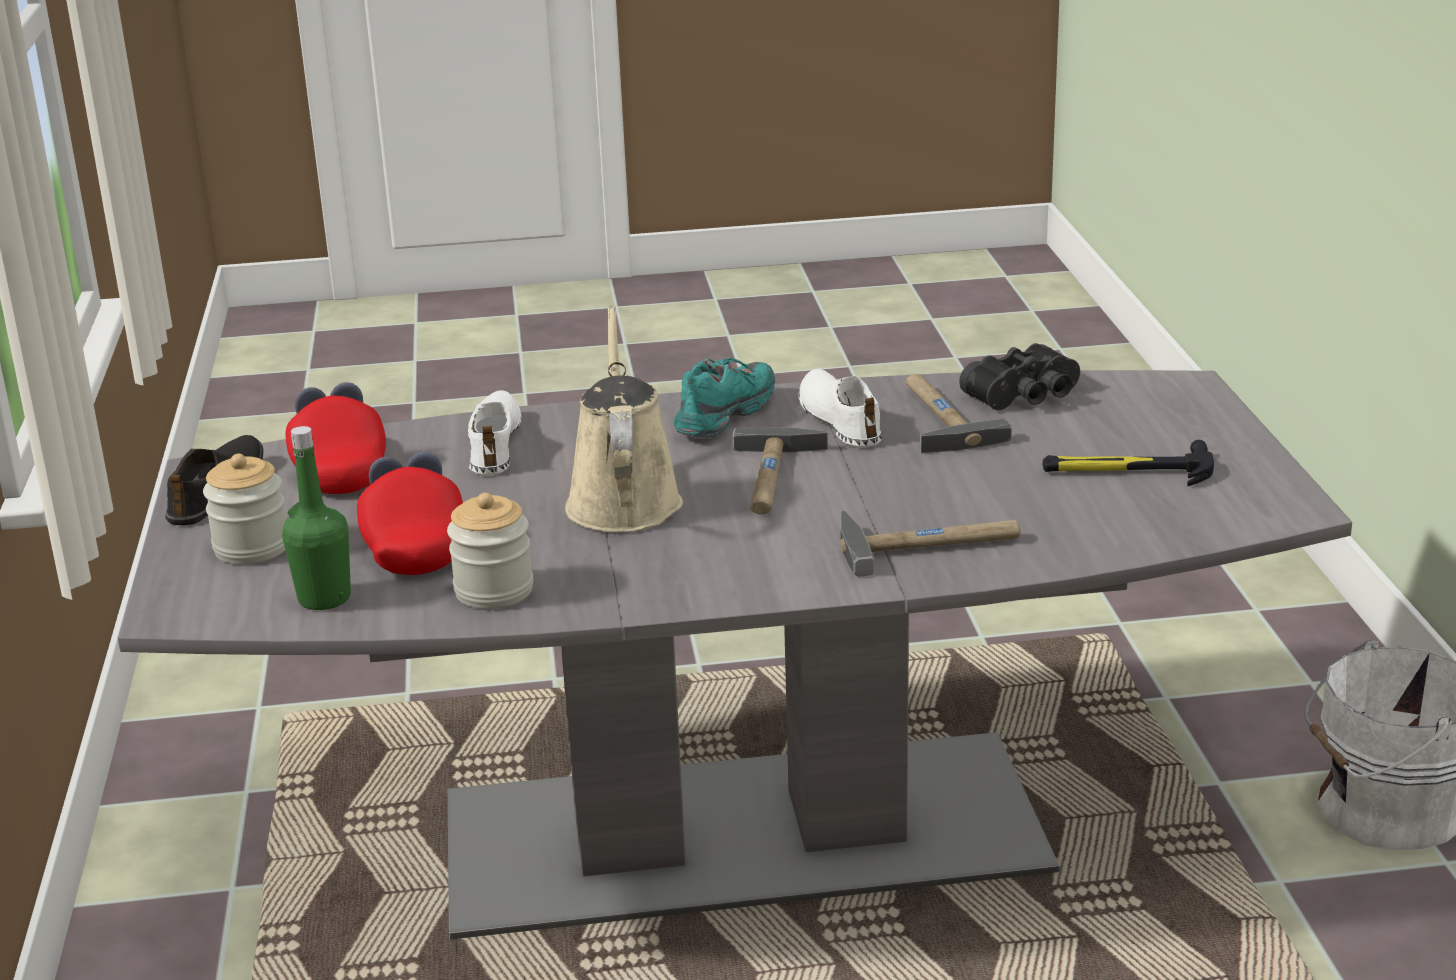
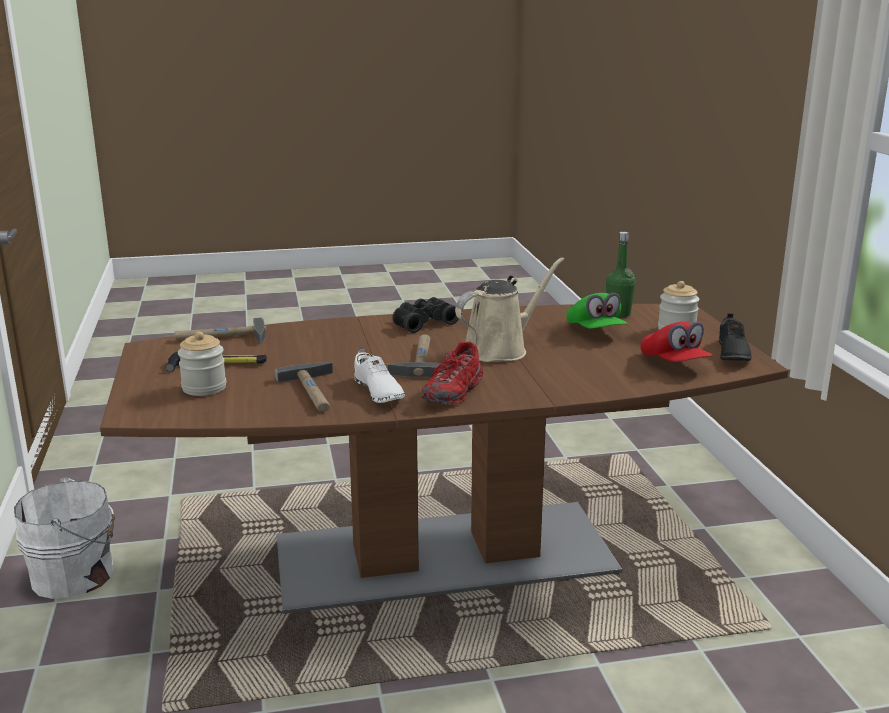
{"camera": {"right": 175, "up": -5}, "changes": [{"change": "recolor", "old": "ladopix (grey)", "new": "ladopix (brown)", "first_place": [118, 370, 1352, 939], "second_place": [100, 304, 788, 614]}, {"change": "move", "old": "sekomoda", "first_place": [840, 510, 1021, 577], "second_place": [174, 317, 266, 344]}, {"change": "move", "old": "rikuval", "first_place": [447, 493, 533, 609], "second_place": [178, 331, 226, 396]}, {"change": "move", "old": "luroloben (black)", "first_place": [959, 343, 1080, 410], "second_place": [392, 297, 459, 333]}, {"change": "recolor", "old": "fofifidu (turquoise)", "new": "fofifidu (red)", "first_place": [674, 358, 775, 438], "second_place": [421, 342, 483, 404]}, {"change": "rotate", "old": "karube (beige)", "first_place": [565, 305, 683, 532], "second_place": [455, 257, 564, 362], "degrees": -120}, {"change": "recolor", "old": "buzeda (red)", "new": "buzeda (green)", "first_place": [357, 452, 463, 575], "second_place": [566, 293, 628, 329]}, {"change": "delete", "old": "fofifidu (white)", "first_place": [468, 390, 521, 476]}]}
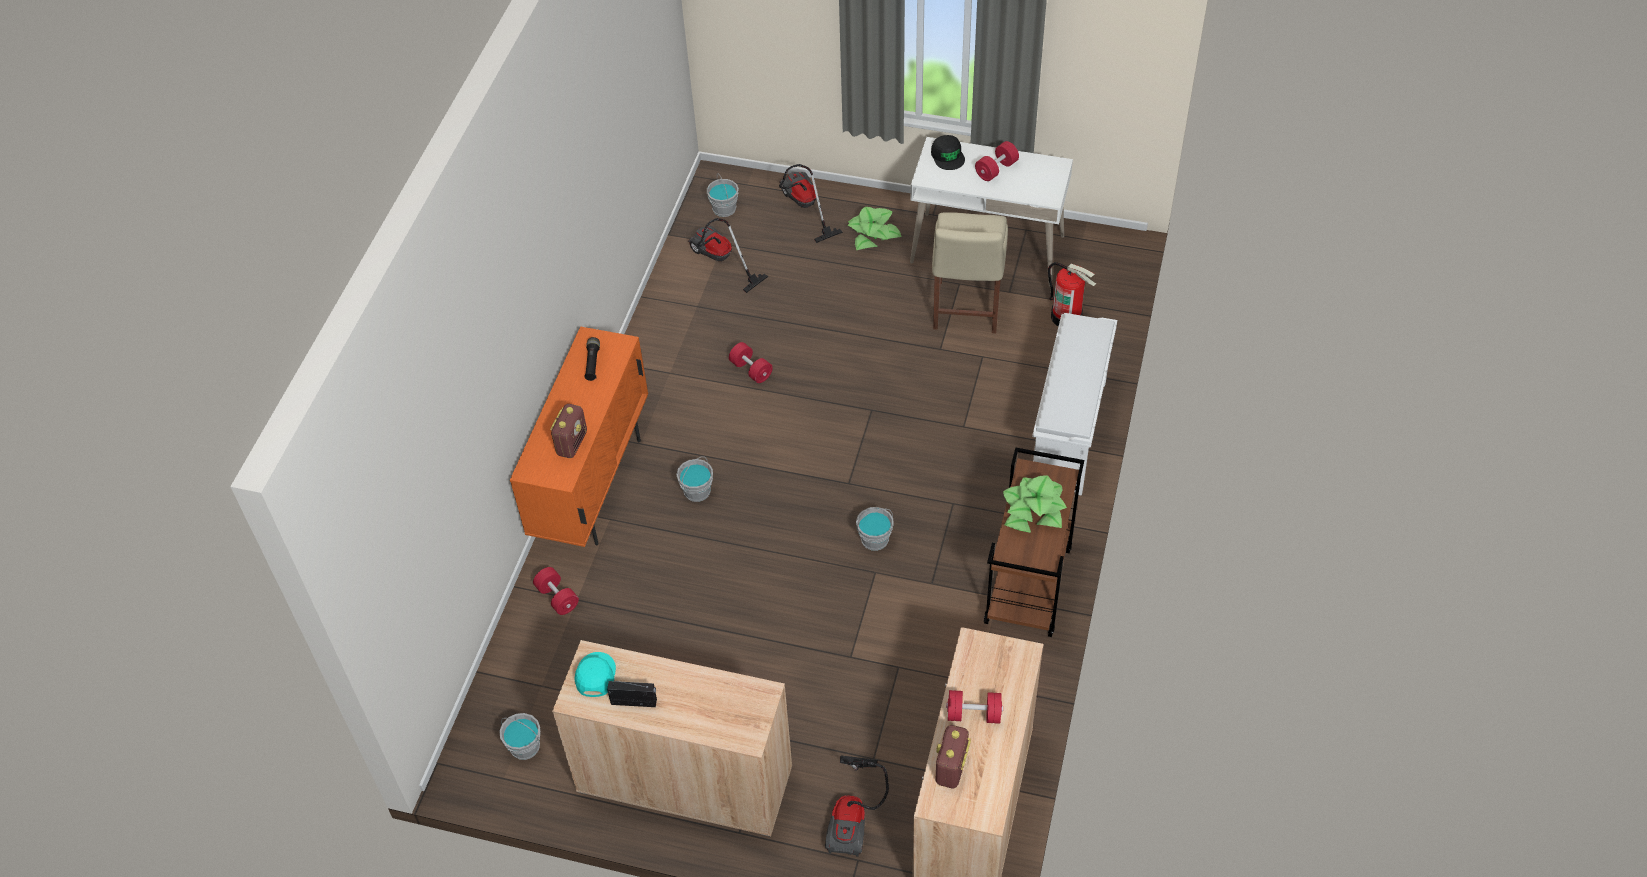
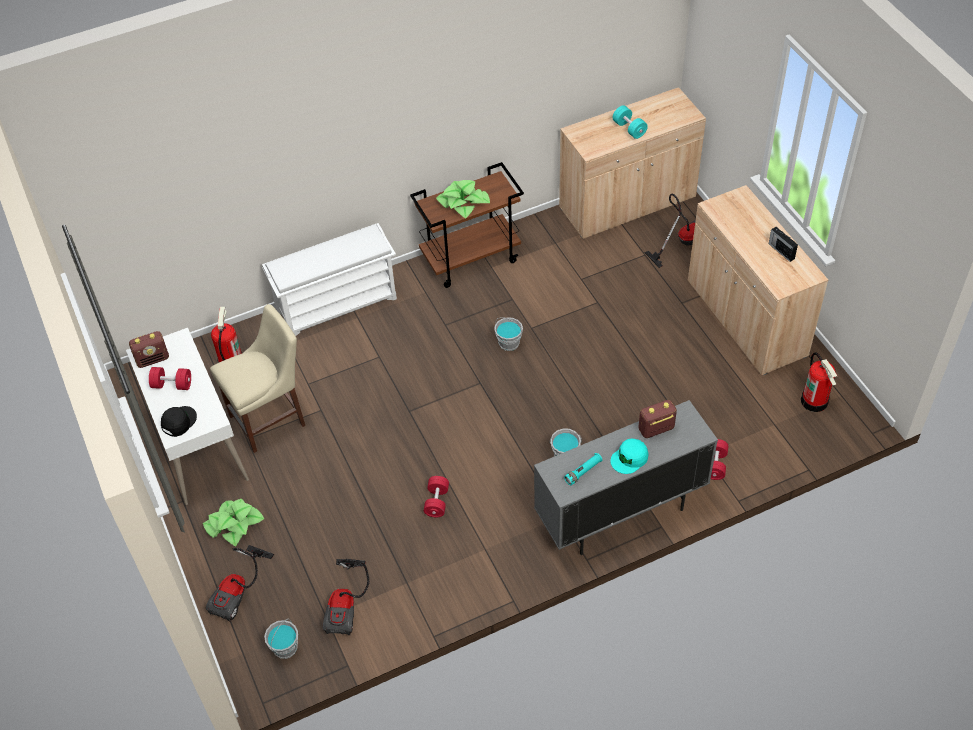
{"camera": {"right": -130, "up": 0}, "changes": [{"change": "move", "old": "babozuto", "first_place": [936, 725, 971, 788], "second_place": [129, 331, 169, 368]}, {"change": "recolor", "old": "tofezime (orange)", "new": "tofezime (grey)", "first_place": [510, 326, 648, 547], "second_place": [534, 400, 718, 555]}, {"change": "recolor", "old": "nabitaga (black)", "new": "nabitaga (turquoise)", "first_place": [585, 337, 600, 381], "second_place": [564, 453, 602, 485]}, {"change": "move", "old": "buzeda (turquoise)", "first_place": [574, 652, 616, 697], "second_place": [611, 439, 648, 474]}, {"change": "recolor", "old": "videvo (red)", "new": "videvo (turquoise)", "first_place": [946, 690, 1003, 724], "second_place": [613, 105, 648, 139]}, {"change": "replace", "old": "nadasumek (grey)", "new": "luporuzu", "first_place": [499, 713, 540, 760], "second_place": [801, 352, 837, 412]}]}
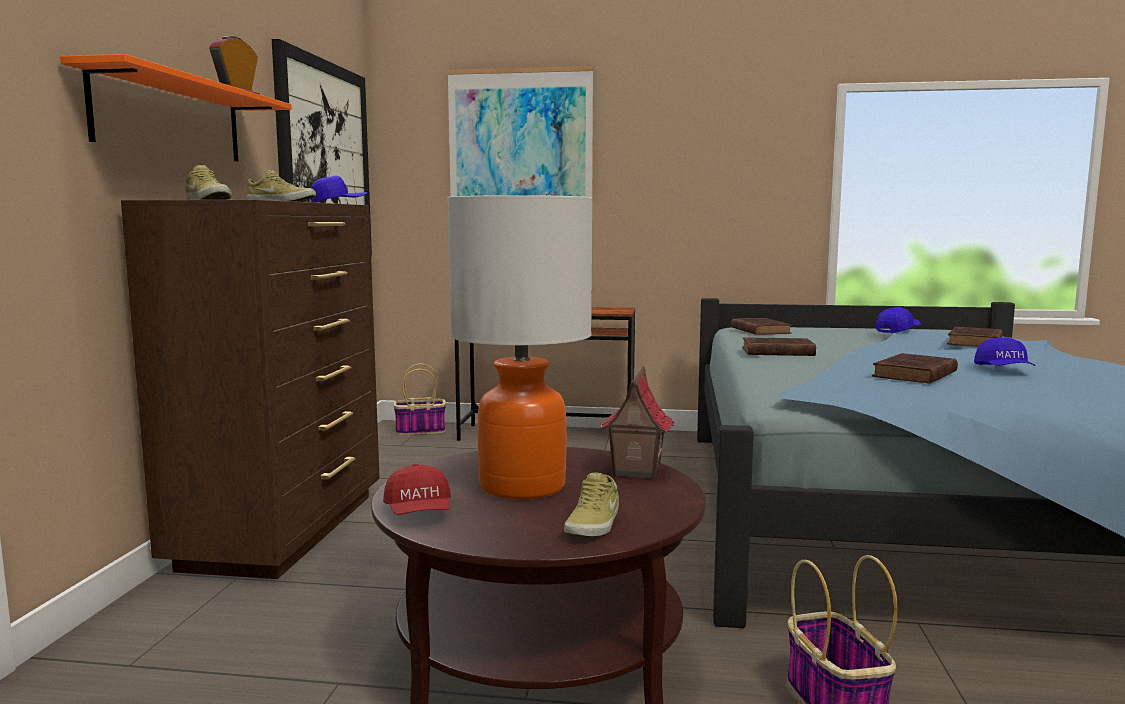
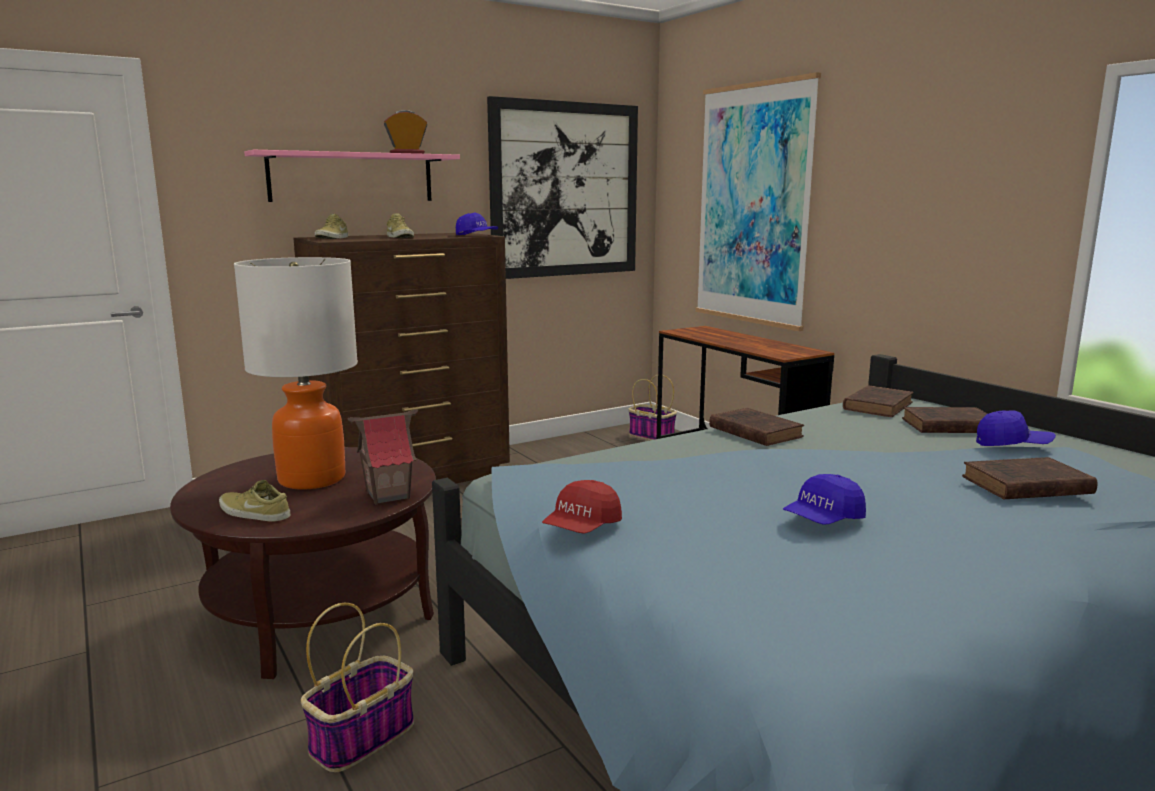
{"camera": {"right": 50, "up": 5}, "changes": [{"change": "rotate", "old": "fofifidu (beige)", "first_place": [564, 472, 619, 536], "second_place": [219, 480, 291, 521], "degrees": 45}, {"change": "recolor", "old": "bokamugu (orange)", "new": "bokamugu (pink)", "first_place": [60, 54, 292, 161], "second_place": [244, 150, 460, 202]}, {"change": "move", "old": "buzeda (red)", "first_place": [383, 464, 451, 515], "second_place": [542, 480, 622, 534]}, {"change": "move", "old": "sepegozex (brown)", "first_place": [872, 353, 958, 384], "second_place": [902, 407, 987, 433]}]}
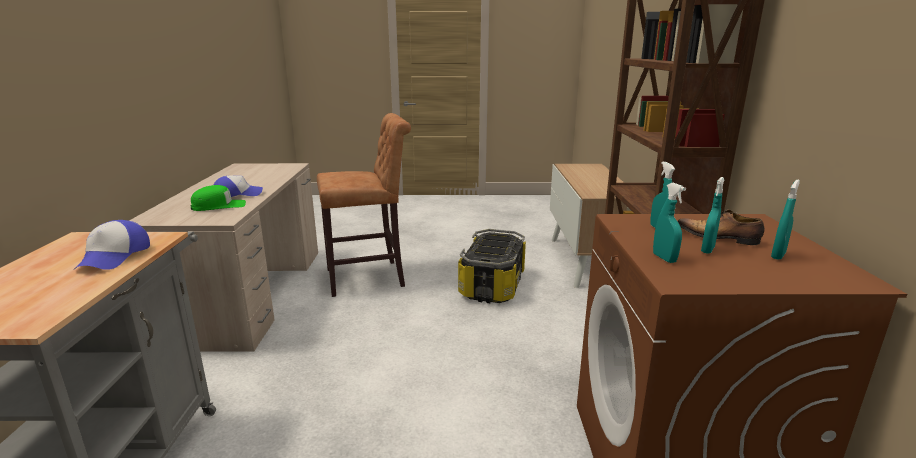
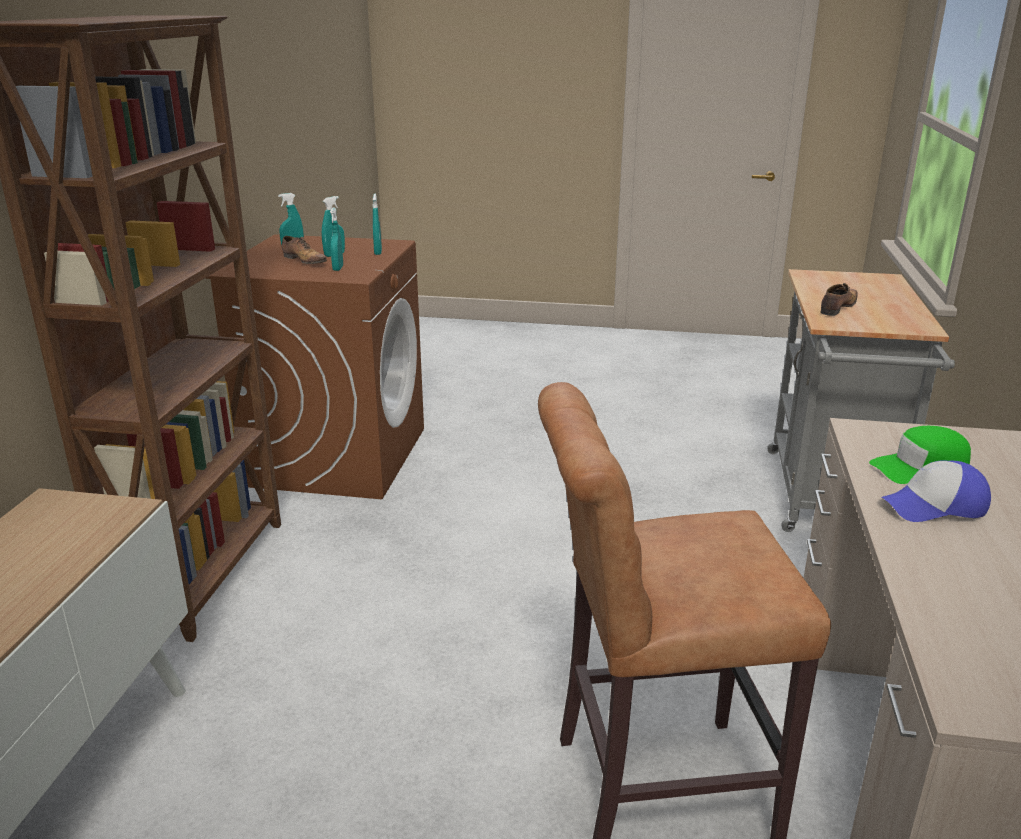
{"camera": {"right": -170, "up": 5}, "changes": [{"change": "replace", "old": "buzeda", "new": "fofifidu", "first_place": [75, 220, 150, 270], "second_place": [820, 283, 858, 316]}, {"change": "delete", "old": "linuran", "first_place": [458, 229, 526, 303]}]}
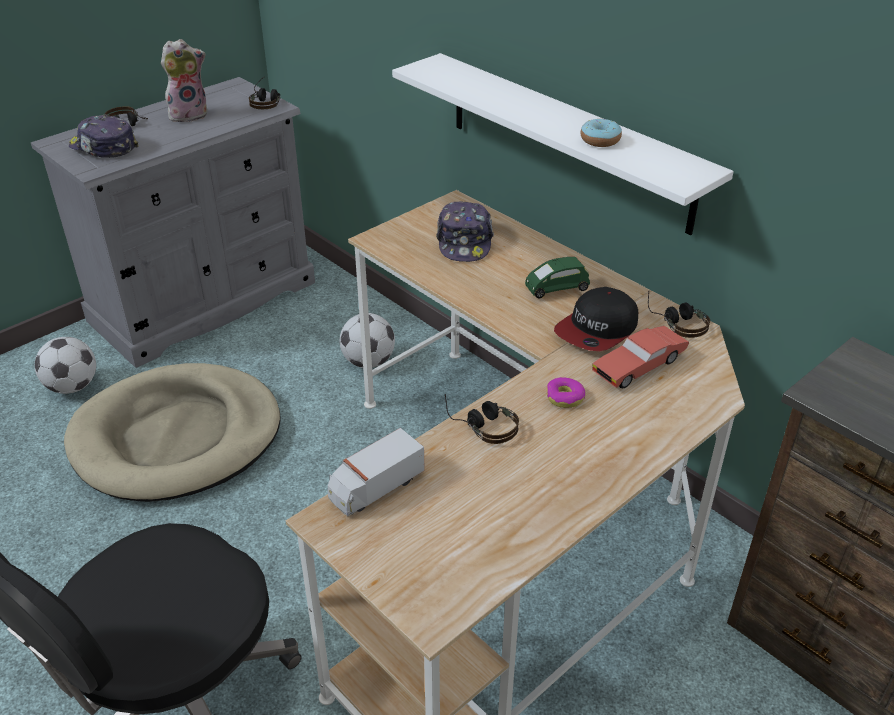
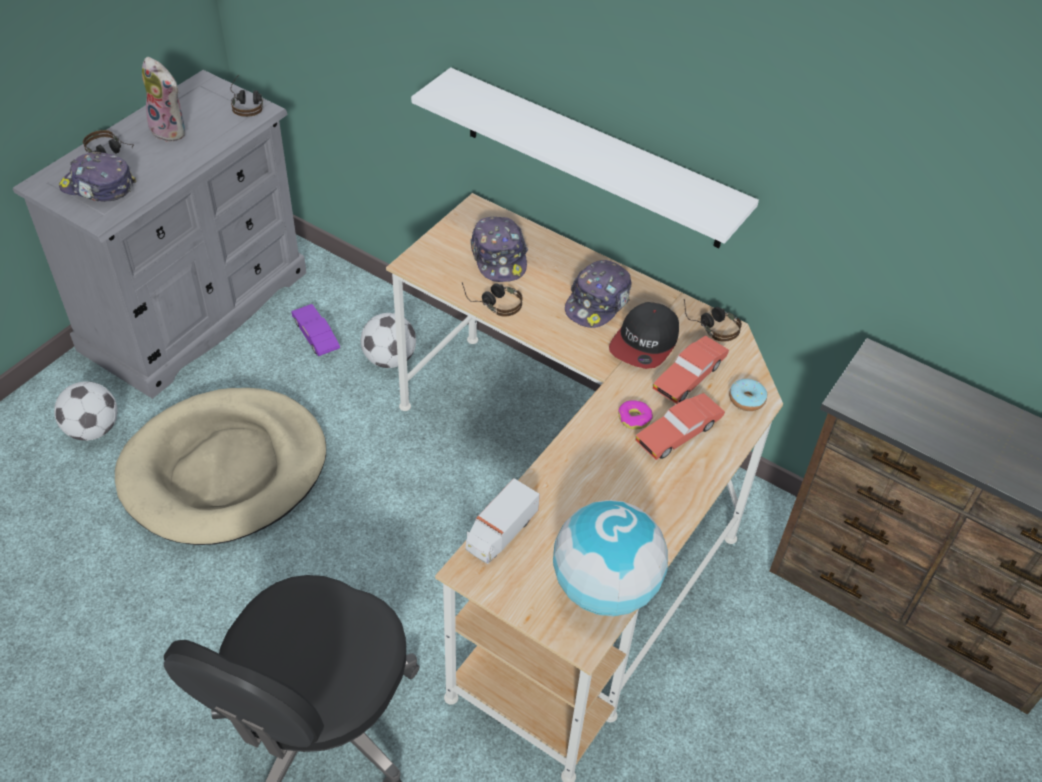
{"camera": {"right": -15, "up": 10}, "changes": [{"change": "rotate", "old": "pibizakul", "first_place": [161, 39, 207, 122], "second_place": [142, 57, 185, 142], "degrees": 75}, {"change": "insert", "new": "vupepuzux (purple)", "second_place": [291, 304, 340, 356]}, {"change": "move", "old": "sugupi", "first_place": [445, 394, 519, 444], "second_place": [462, 283, 523, 317]}, {"change": "insert", "new": "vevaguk", "second_place": [553, 500, 668, 616]}, {"change": "replace", "old": "vupepuzux (green)", "new": "buzeda", "first_place": [525, 257, 590, 298], "second_place": [565, 260, 632, 328]}, {"change": "insert", "new": "vupepuzux (red)", "second_place": [635, 393, 725, 460]}, {"change": "move", "old": "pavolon", "first_place": [580, 119, 622, 147], "second_place": [729, 379, 767, 411]}]}
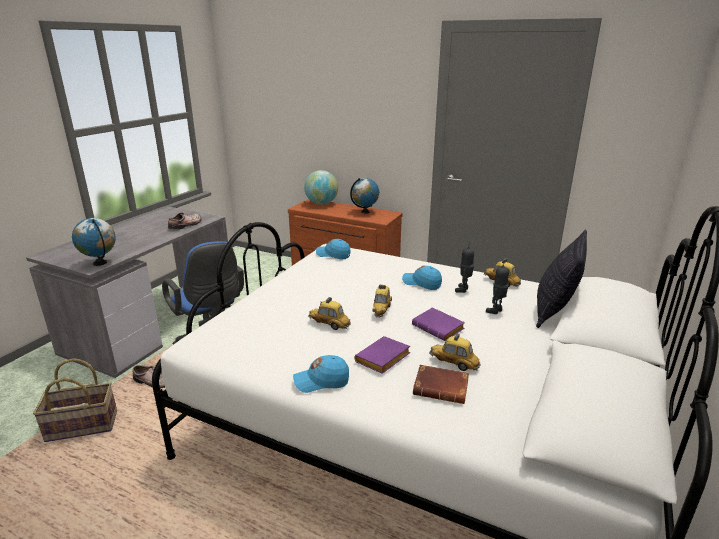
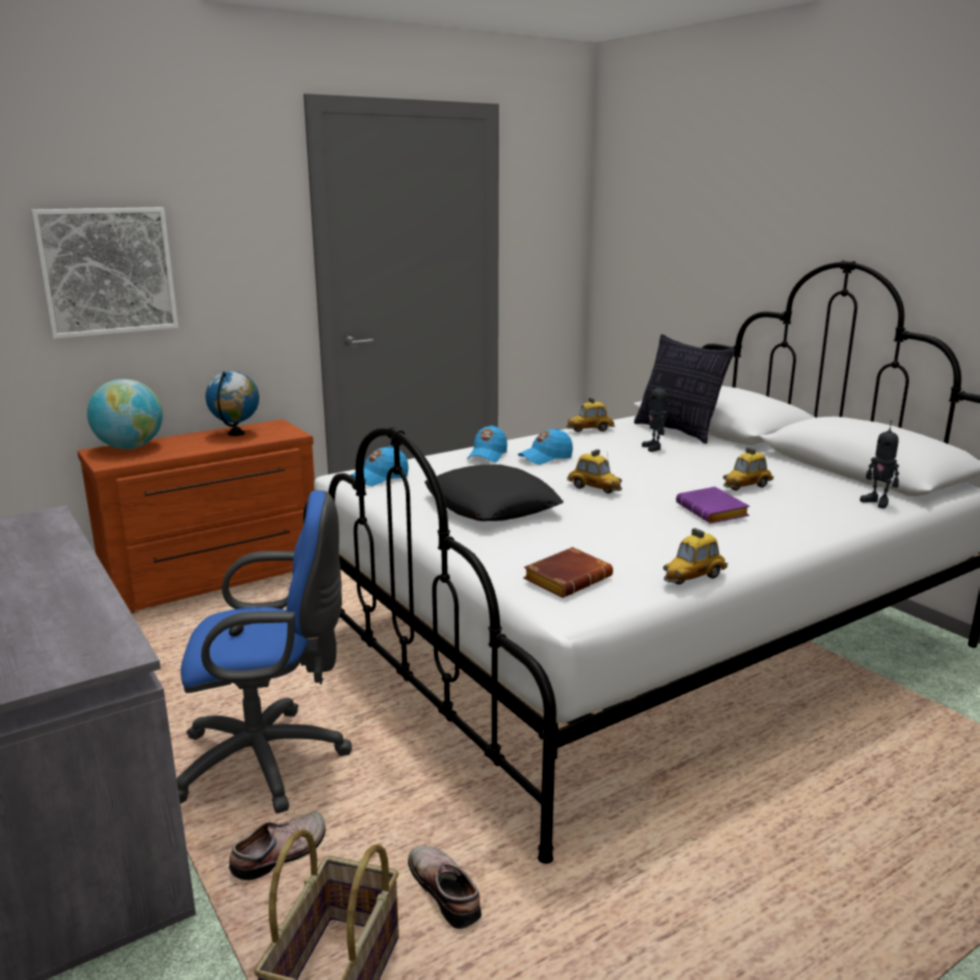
{"camera": {"right": -60, "up": -5}, "changes": [{"change": "insert", "new": "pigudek", "second_place": [31, 207, 178, 339]}, {"change": "move", "old": "fofifidu", "first_place": [168, 212, 202, 230], "second_place": [408, 846, 482, 929]}, {"change": "insert", "new": "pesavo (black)", "second_place": [425, 464, 563, 521]}, {"change": "move", "old": "buzeda (blue)", "first_place": [293, 355, 349, 393], "second_place": [467, 425, 507, 462]}, {"change": "move", "old": "sepegozex (brown)", "first_place": [413, 365, 469, 404], "second_place": [523, 547, 613, 598]}, {"change": "move", "old": "vupepuzux", "first_place": [309, 297, 351, 330], "second_place": [663, 528, 728, 585]}, {"change": "move", "old": "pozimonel", "first_place": [455, 246, 474, 293], "second_place": [860, 420, 899, 508]}, {"change": "delete", "old": "vevaguk", "first_place": [72, 218, 116, 266]}, {"change": "delete", "old": "sepegozex (purple)", "first_place": [412, 307, 465, 341]}]}
